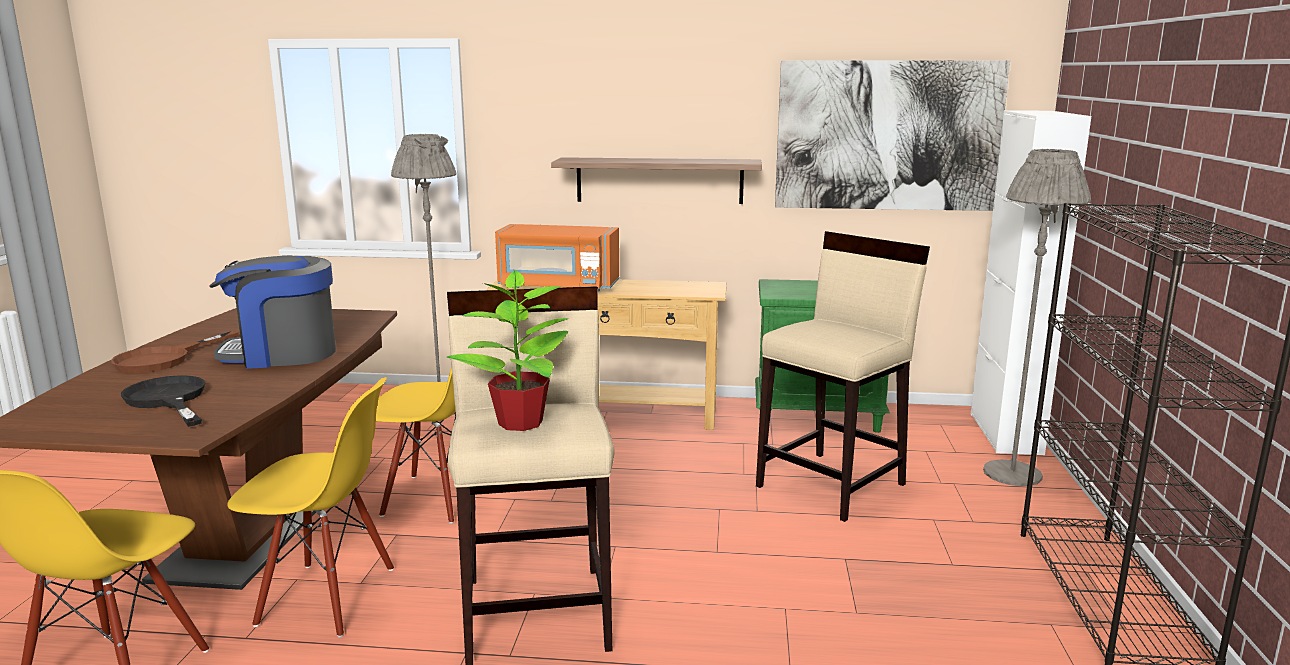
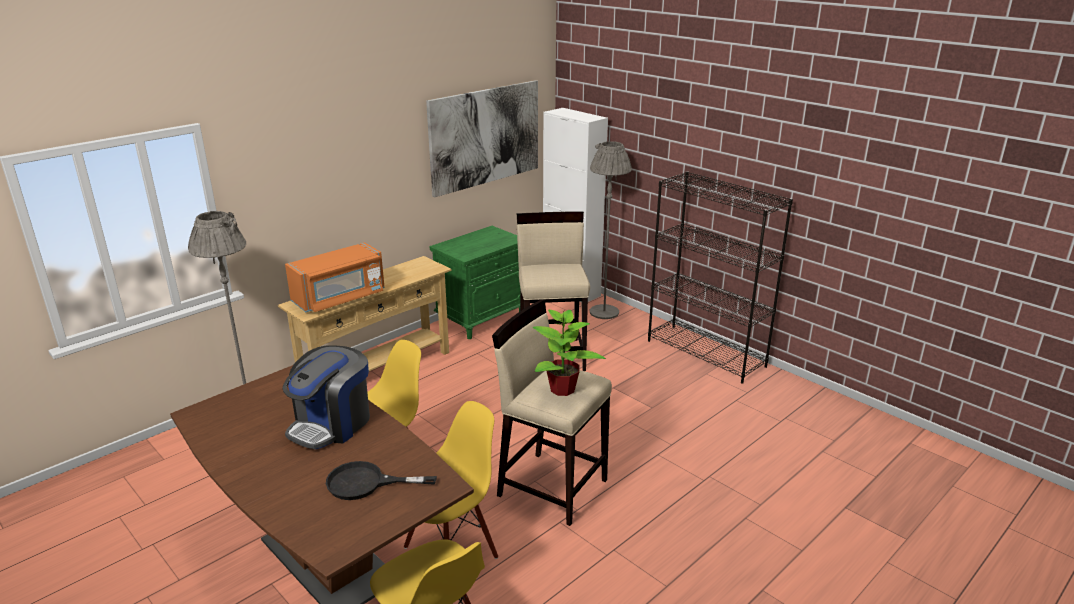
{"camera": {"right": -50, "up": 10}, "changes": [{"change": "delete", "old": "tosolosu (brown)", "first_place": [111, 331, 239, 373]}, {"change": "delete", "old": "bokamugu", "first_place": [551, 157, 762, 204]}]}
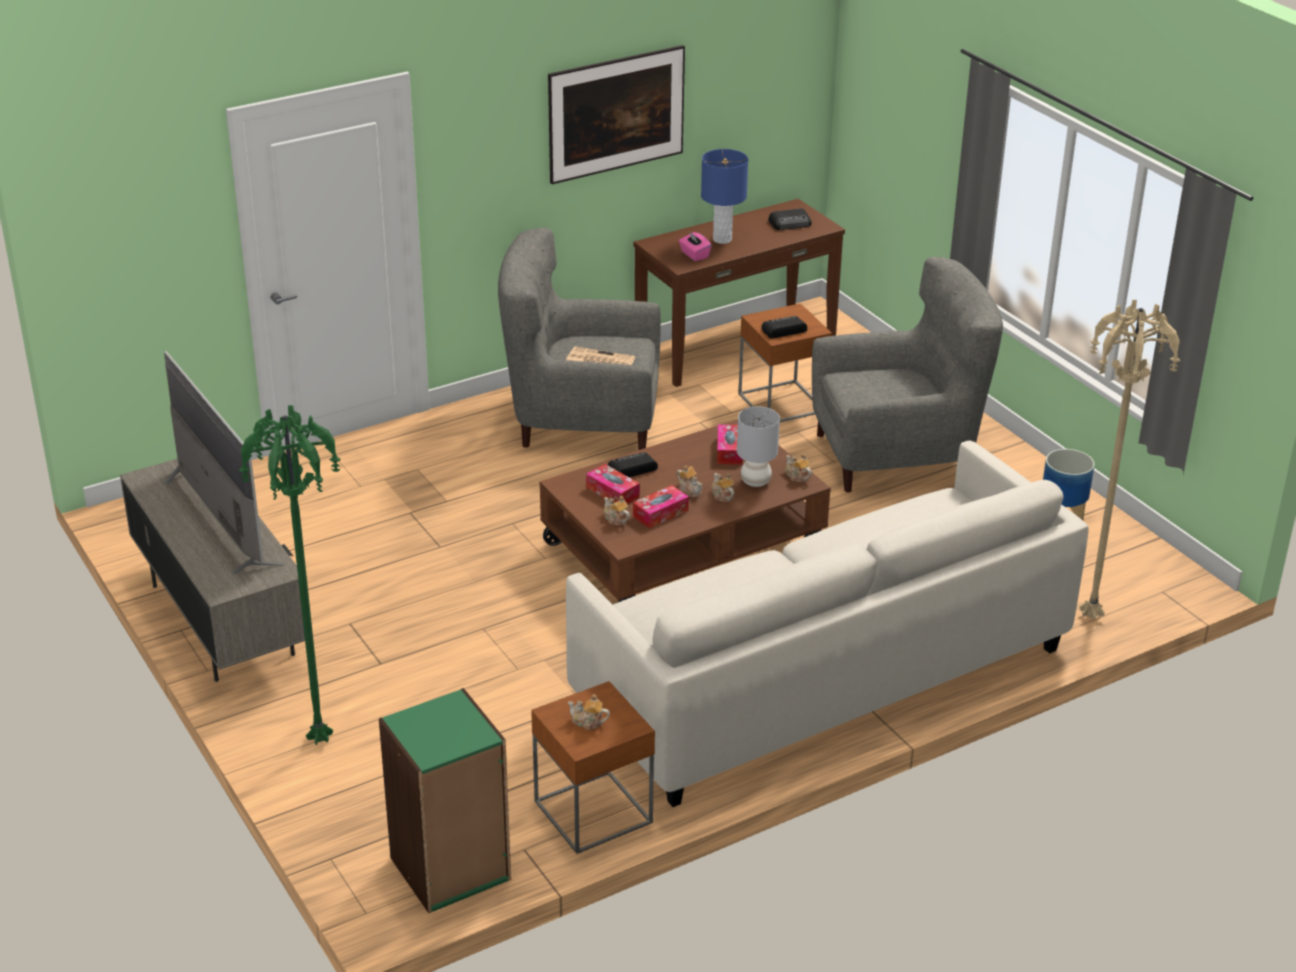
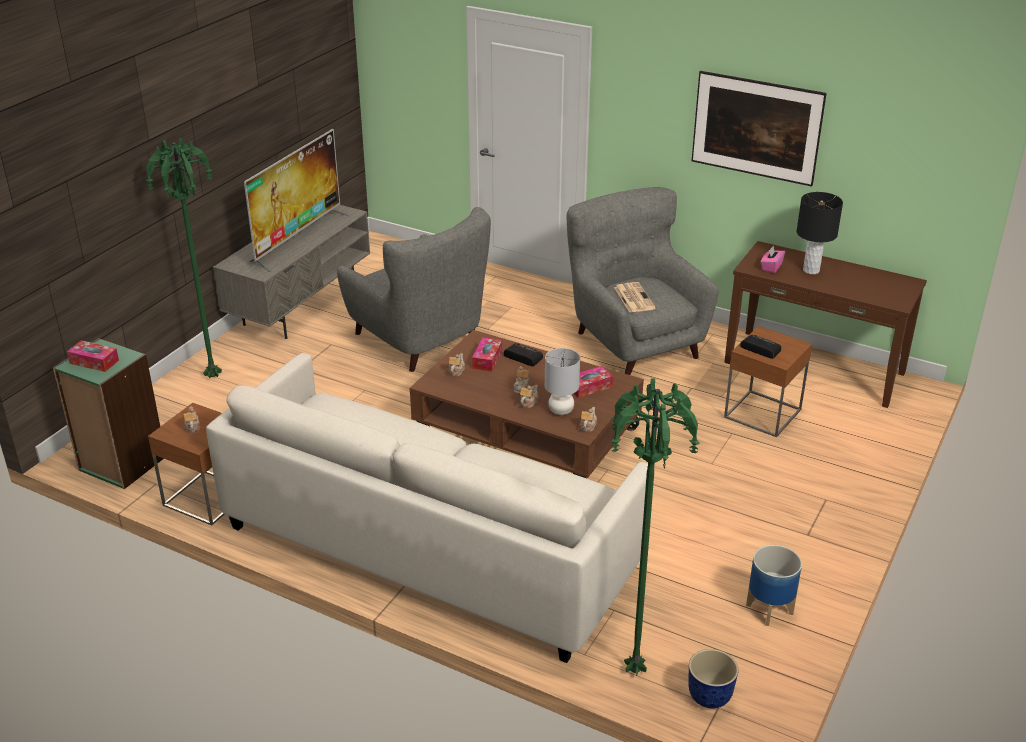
{"camera": {"right": 60, "up": 0}, "changes": [{"change": "move", "old": "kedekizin", "first_place": [633, 485, 689, 529], "second_place": [67, 340, 119, 372]}, {"change": "move", "old": "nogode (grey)", "first_place": [812, 257, 1003, 492], "second_place": [337, 207, 491, 372]}, {"change": "recolor", "old": "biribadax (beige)", "new": "biribadax (green)", "first_place": [1080, 300, 1181, 620], "second_place": [611, 378, 700, 675]}, {"change": "insert", "new": "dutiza", "second_place": [688, 649, 738, 709]}, {"change": "recolor", "old": "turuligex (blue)", "new": "turuligex (black)", "first_place": [701, 149, 748, 244], "second_place": [797, 192, 843, 274]}, {"change": "delete", "old": "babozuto", "first_place": [768, 208, 812, 230]}]}
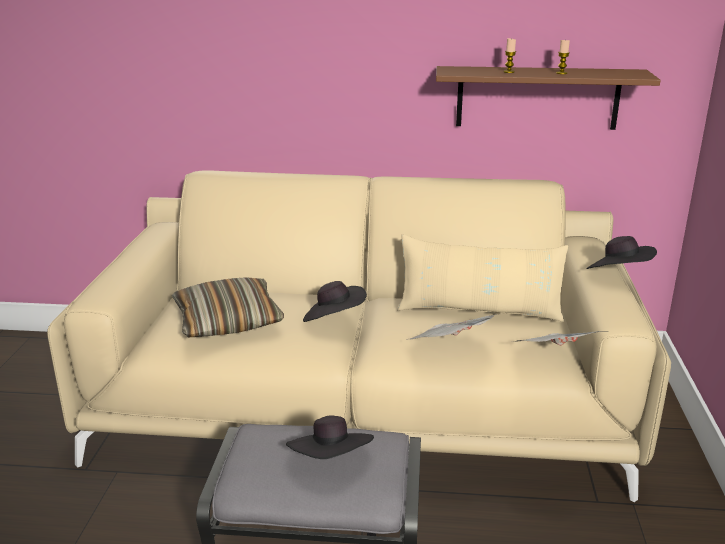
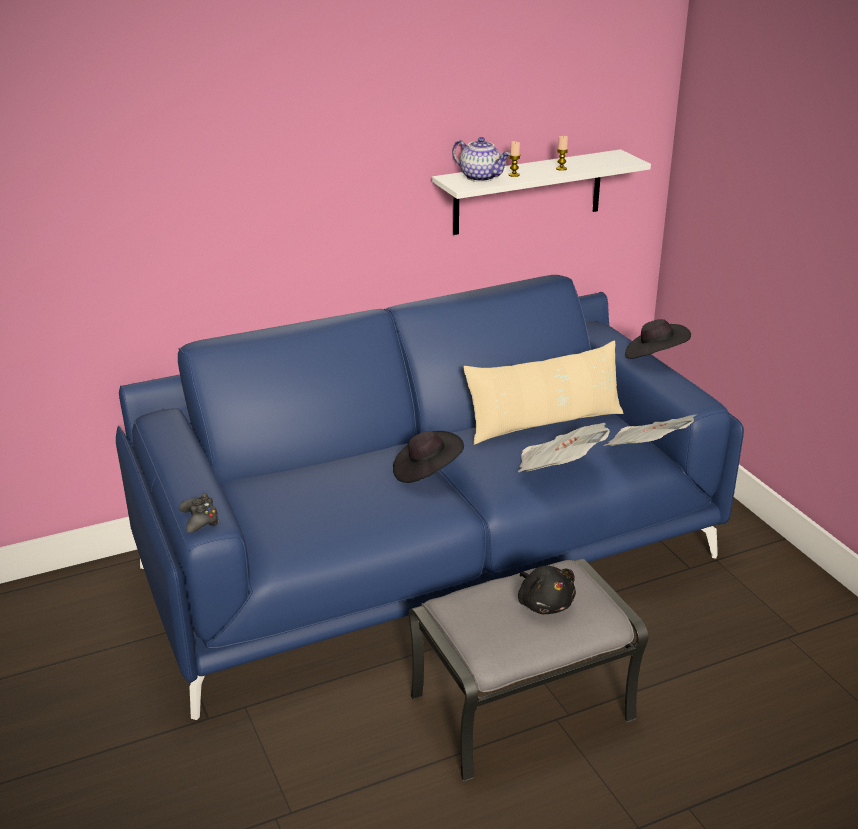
{"camera": {"right": -30, "up": 5}, "changes": [{"change": "recolor", "old": "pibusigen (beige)", "new": "pibusigen (blue)", "first_place": [47, 171, 671, 502], "second_place": [116, 275, 744, 720]}, {"change": "insert", "new": "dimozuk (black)", "second_place": [179, 493, 220, 533]}, {"change": "recolor", "old": "bokamugu (brown)", "new": "bokamugu (white)", "first_place": [436, 66, 661, 130], "second_place": [432, 149, 651, 235]}, {"change": "insert", "new": "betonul", "second_place": [452, 137, 511, 182]}, {"change": "replace", "old": "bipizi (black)", "new": "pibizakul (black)", "first_place": [286, 416, 374, 459], "second_place": [518, 566, 576, 614]}, {"change": "delete", "old": "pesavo", "first_place": [172, 277, 284, 337]}]}
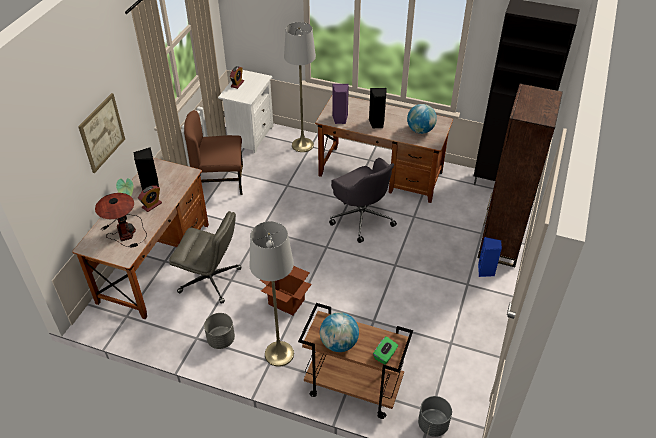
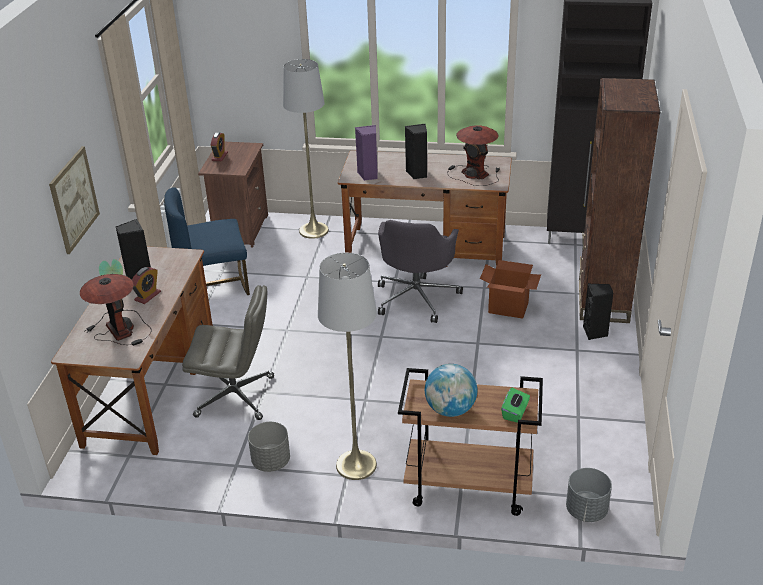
{"camera": {"right": -10, "up": -10}, "changes": [{"change": "recolor", "old": "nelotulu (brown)", "new": "nelotulu (blue)", "first_place": [184, 110, 243, 195], "second_place": [164, 187, 250, 295]}, {"change": "recolor", "old": "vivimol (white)", "new": "vivimol (brown)", "first_place": [218, 70, 273, 153], "second_place": [198, 142, 268, 247]}, {"change": "rotate", "old": "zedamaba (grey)", "first_place": [329, 158, 397, 243], "second_place": [378, 220, 463, 323], "degrees": 60}, {"change": "replace", "old": "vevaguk", "new": "turuligex", "first_place": [407, 104, 437, 134], "second_place": [447, 125, 500, 186]}, {"change": "move", "old": "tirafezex", "first_place": [260, 266, 312, 315], "second_place": [480, 260, 541, 319]}, {"change": "recolor", "old": "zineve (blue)", "new": "zineve (black)", "first_place": [478, 237, 502, 277], "second_place": [583, 283, 613, 340]}]}
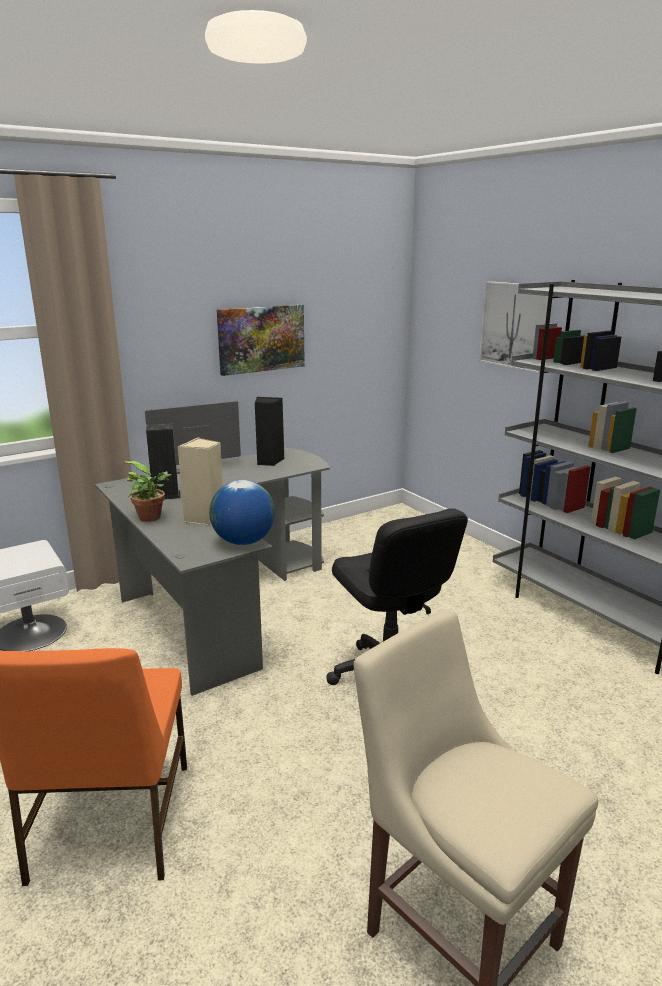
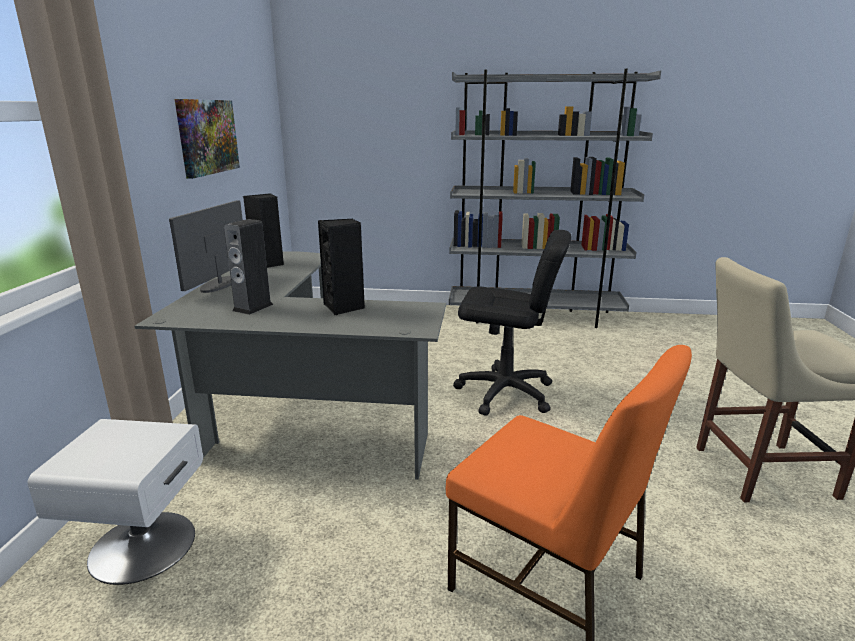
{"camera": {"right": -50, "up": 0}, "changes": [{"change": "recolor", "old": "zineve (beige)", "new": "zineve (black)", "first_place": [178, 437, 223, 525], "second_place": [318, 219, 365, 315]}, {"change": "delete", "old": "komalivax", "first_place": [123, 461, 172, 522]}, {"change": "delete", "old": "vevaguk", "first_place": [209, 480, 275, 545]}, {"change": "delete", "old": "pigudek", "first_place": [479, 281, 548, 374]}]}
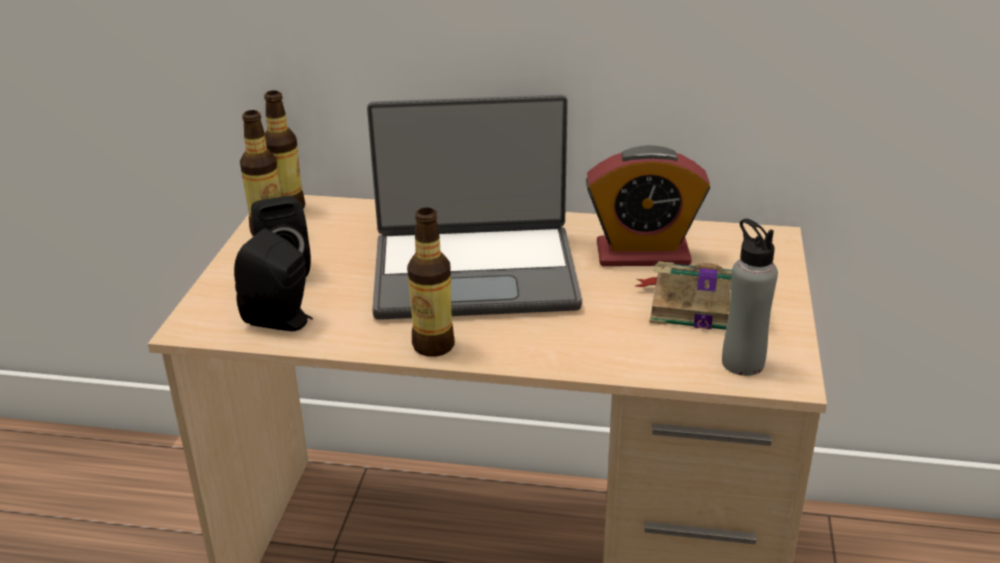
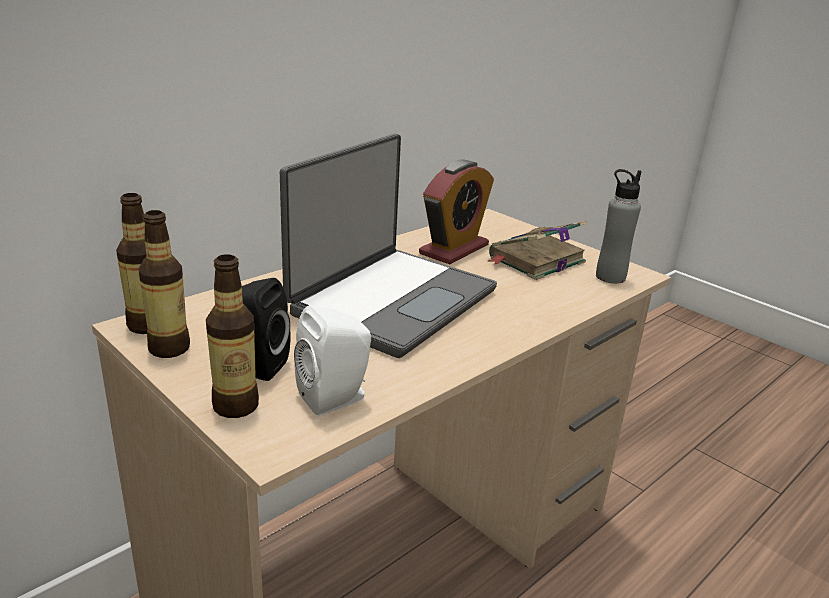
{"camera": {"right": -55, "up": -5}, "changes": [{"change": "move", "old": "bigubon", "first_place": [407, 207, 455, 357], "second_place": [206, 254, 259, 418]}, {"change": "recolor", "old": "zineve (black)", "new": "zineve (white)", "first_place": [234, 228, 313, 331], "second_place": [294, 306, 371, 416]}]}
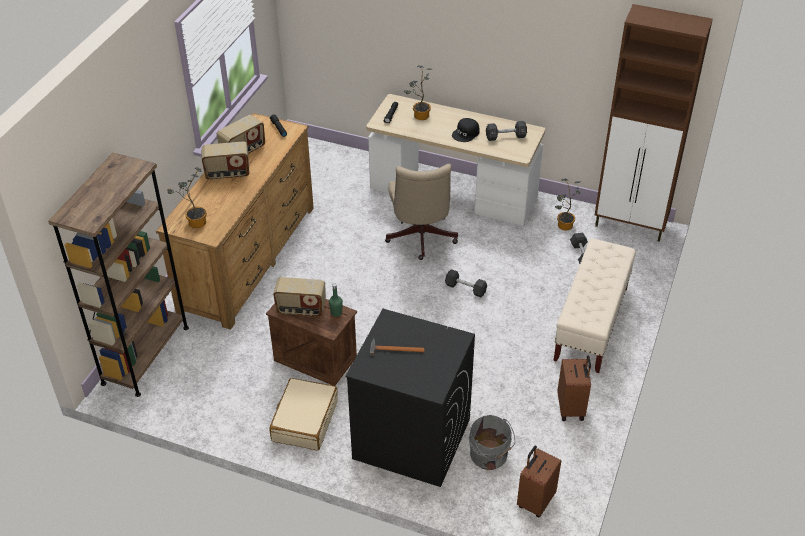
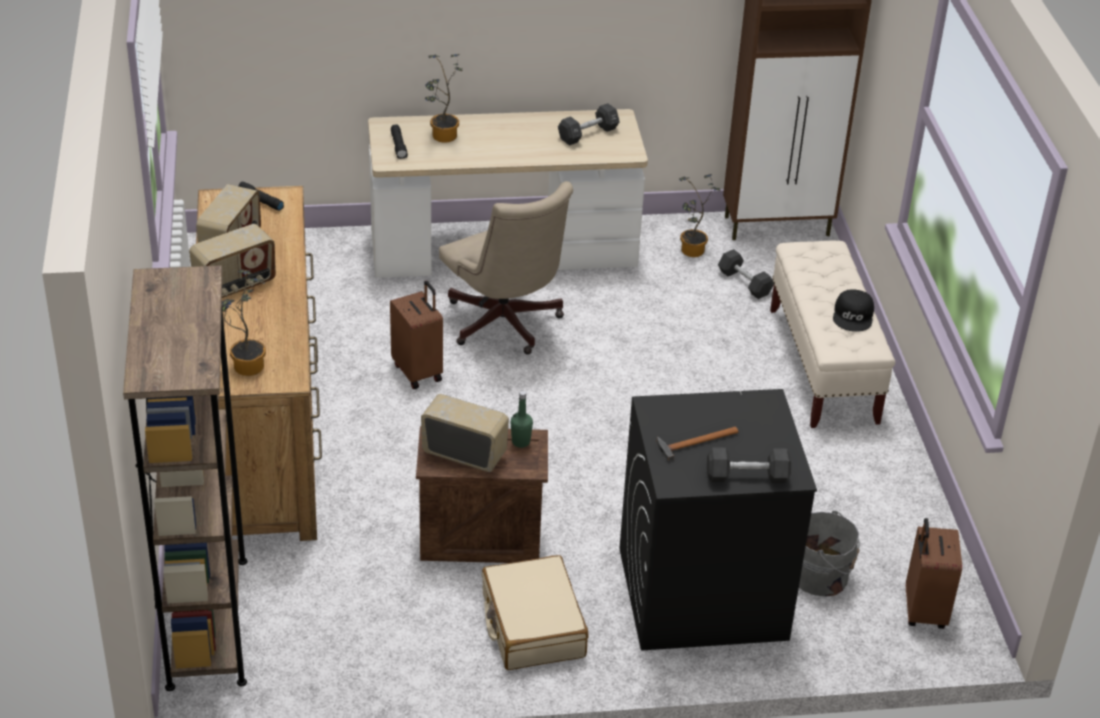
{"camera": {"right": -30, "up": -5}, "changes": [{"change": "move", "old": "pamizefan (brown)", "first_place": [557, 356, 591, 421], "second_place": [390, 281, 443, 389]}, {"change": "rotate", "old": "babozuto", "first_place": [273, 277, 326, 317], "second_place": [421, 394, 509, 472], "degrees": -135}, {"change": "move", "old": "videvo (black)", "first_place": [445, 269, 487, 297], "second_place": [707, 447, 791, 483]}, {"change": "move", "old": "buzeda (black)", "first_place": [452, 118, 480, 142], "second_place": [833, 290, 874, 332]}]}
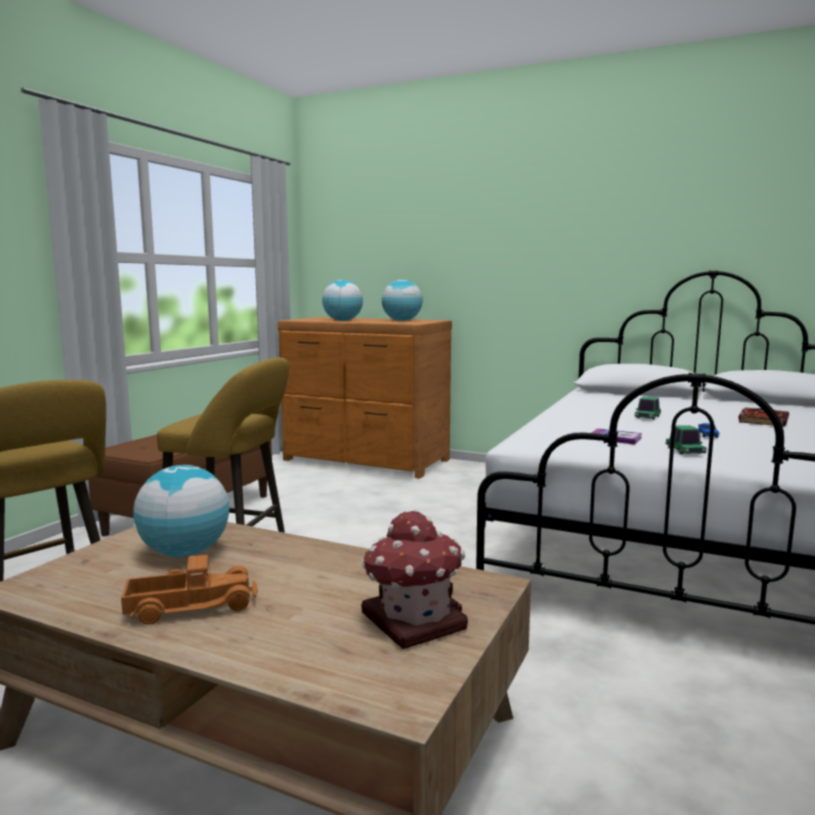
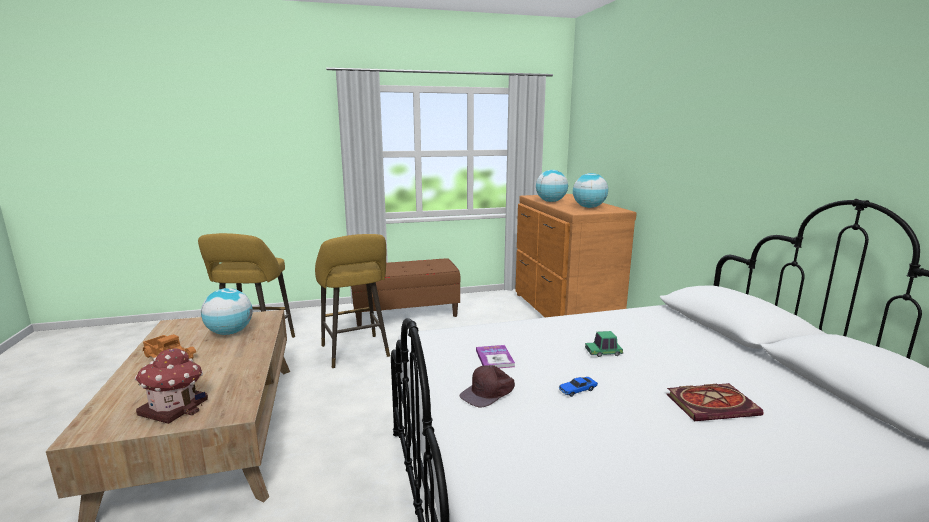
{"camera": {"right": 50, "up": 5}, "changes": [{"change": "replace", "old": "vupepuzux", "new": "buzeda (brown)", "first_place": [666, 425, 707, 454], "second_place": [460, 365, 515, 407]}]}
